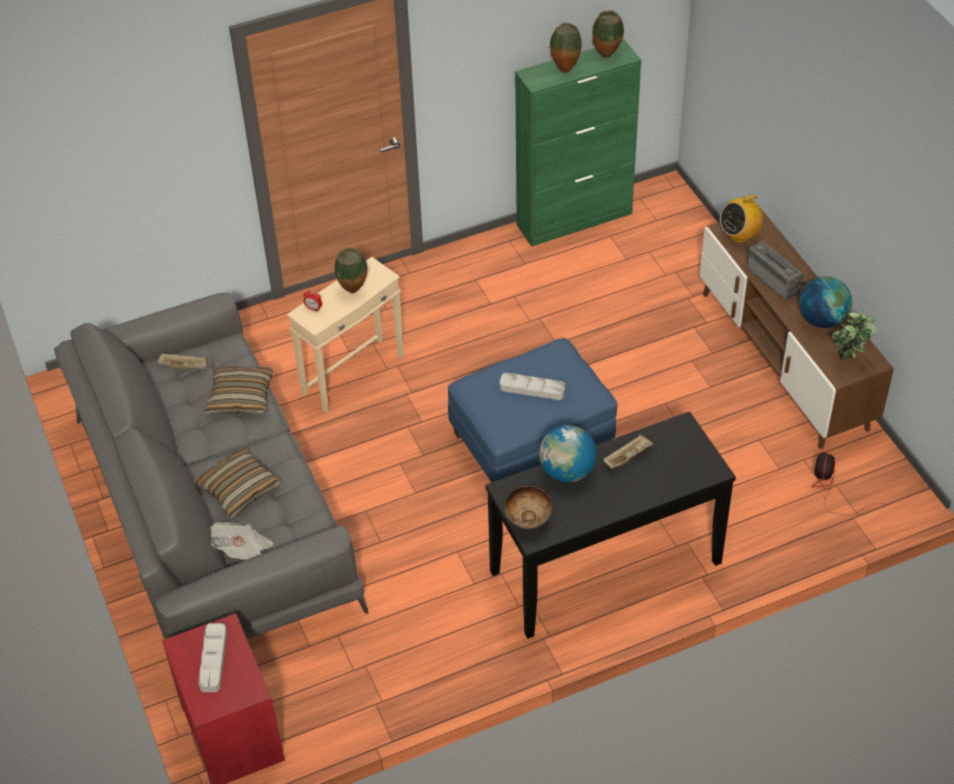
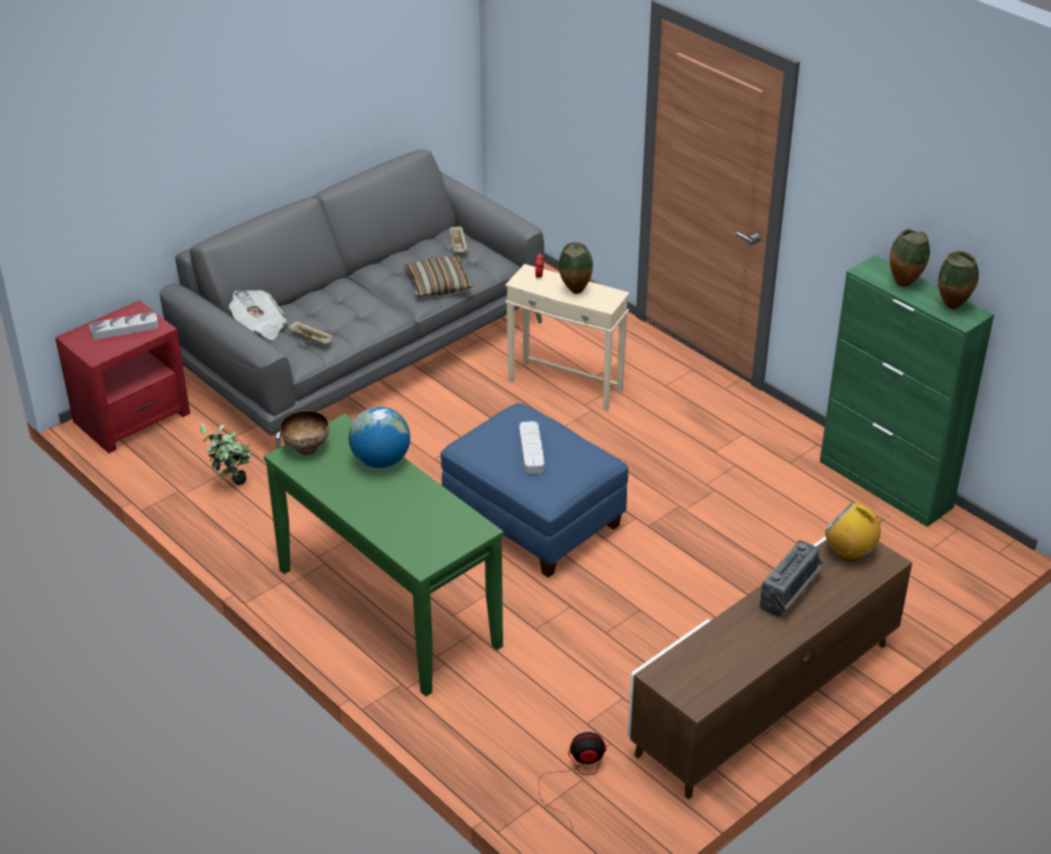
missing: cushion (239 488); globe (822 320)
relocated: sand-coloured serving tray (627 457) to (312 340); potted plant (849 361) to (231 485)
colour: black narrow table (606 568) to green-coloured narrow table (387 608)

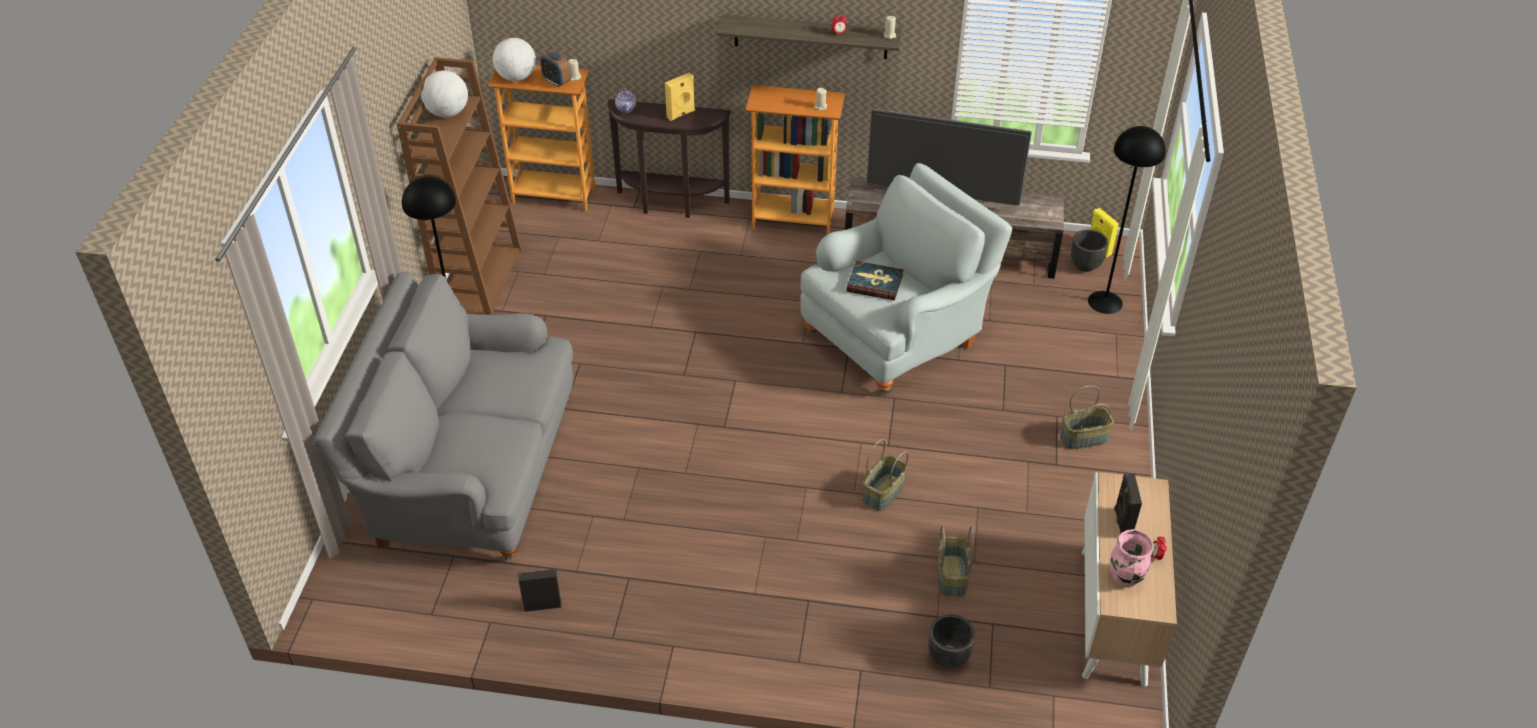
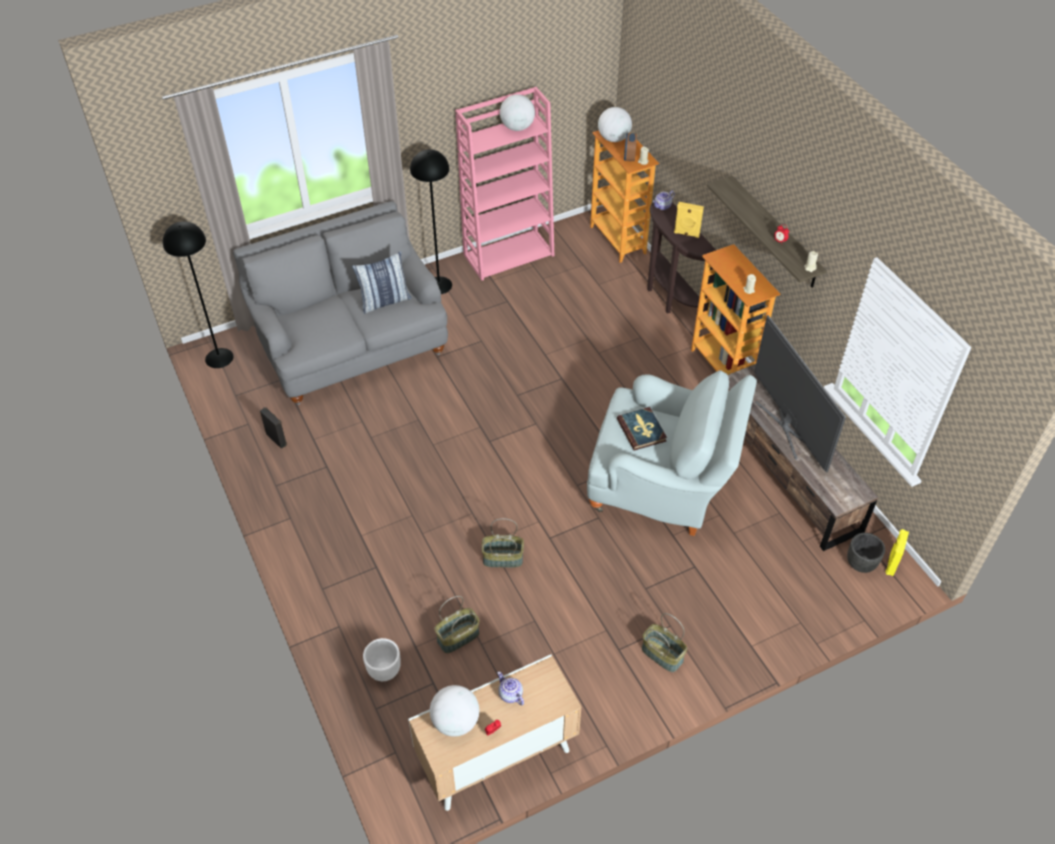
appeared: cushion (384 301)
relocated: black standing lamp (1105 302) to (219 358)
exchanged: pink decorative vase (1125 578) to globe (455 721); black speaker (1122 523) to teapot (510 694)
colour: brown bookshelf (479 279) to pink bookshelf (509 254); black planter (947 657) to white planter (384 670)

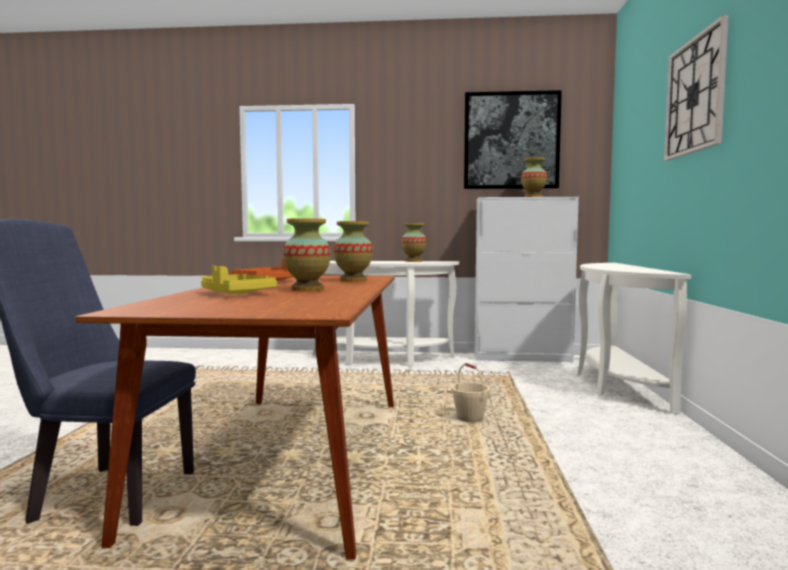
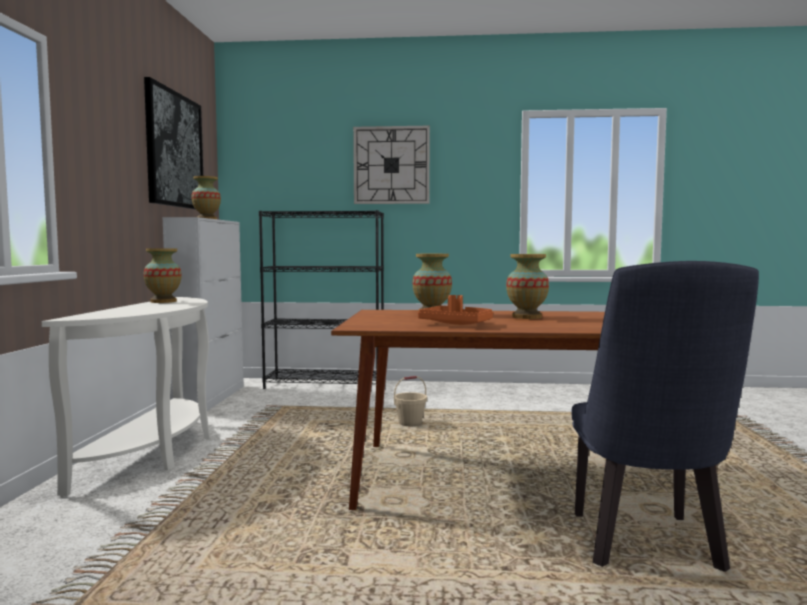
missing: yellow serving tray (234 294)
exchanged: white narrow table (615 385) to black bookshelf (326 384)

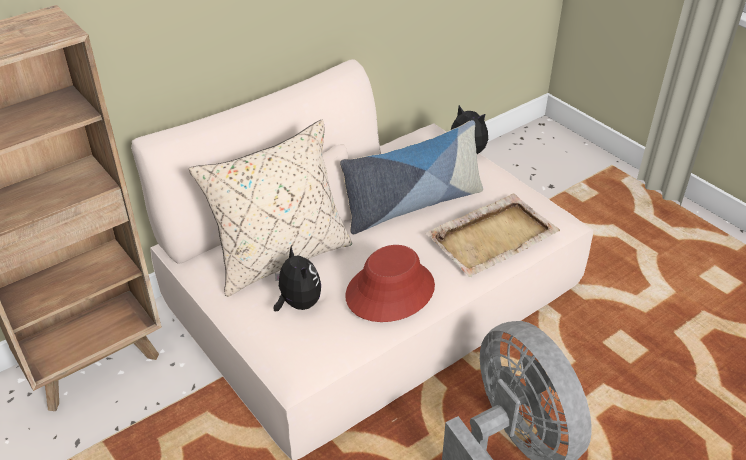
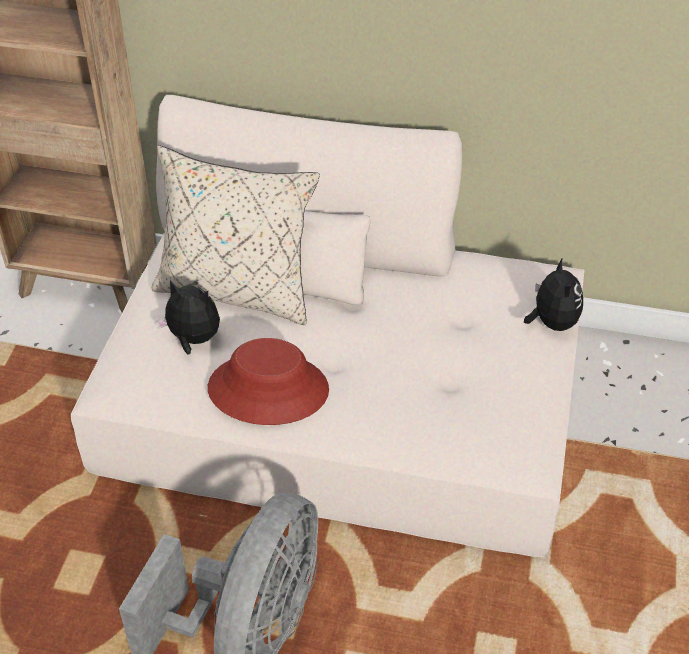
missing: cushion (412 205); sand-coloured serving tray (493 237)
spun: plush toy (298 303) = (193 340) 90 degrees counterclockwise

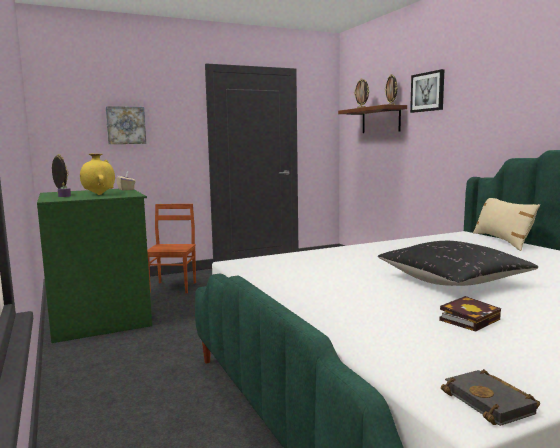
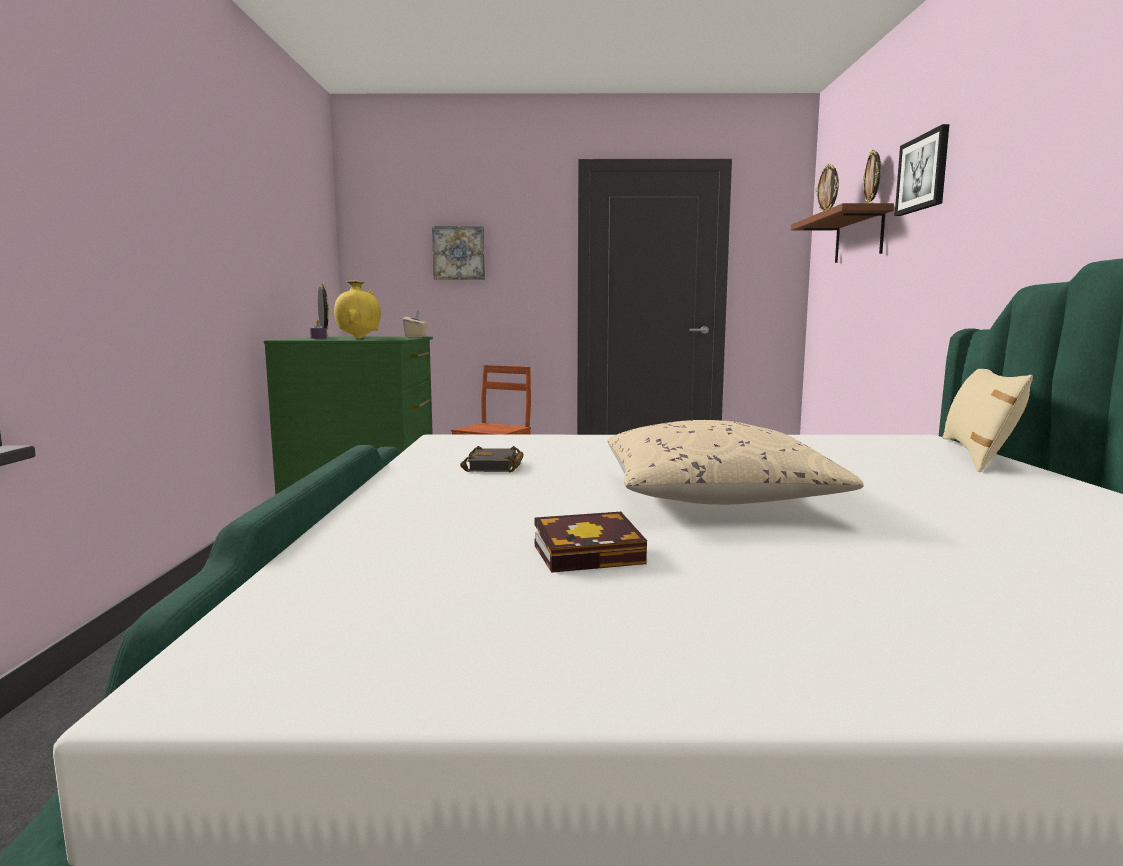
relocated: black bound book (492 403) to (495 466)
colour: black cushion (452 280) to sand-coloured cushion (713 497)

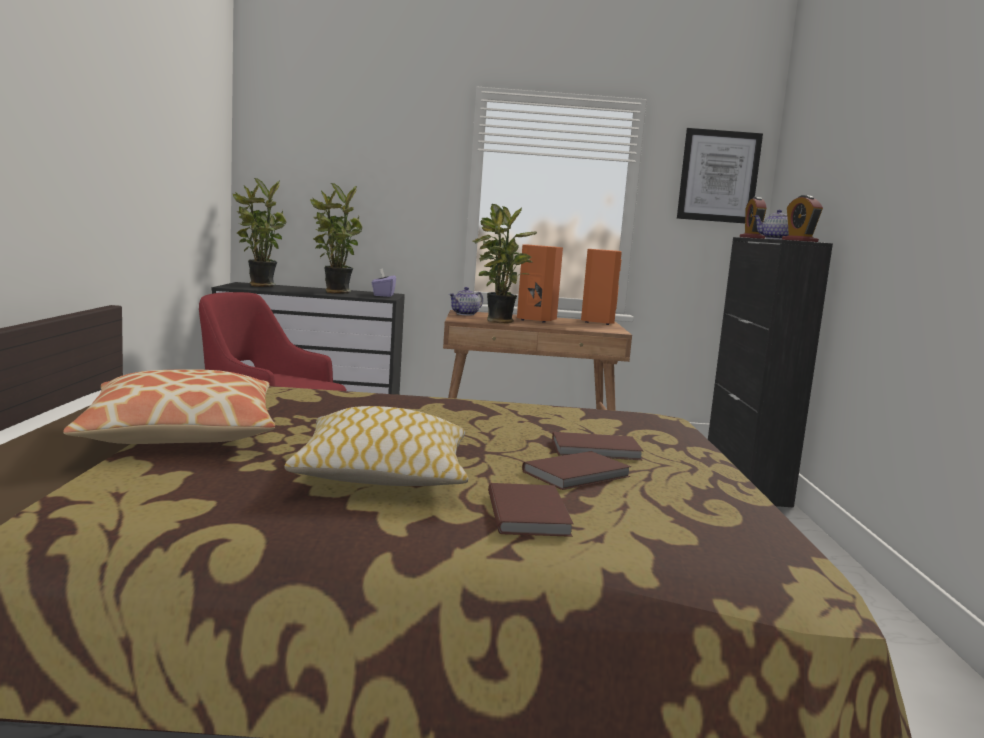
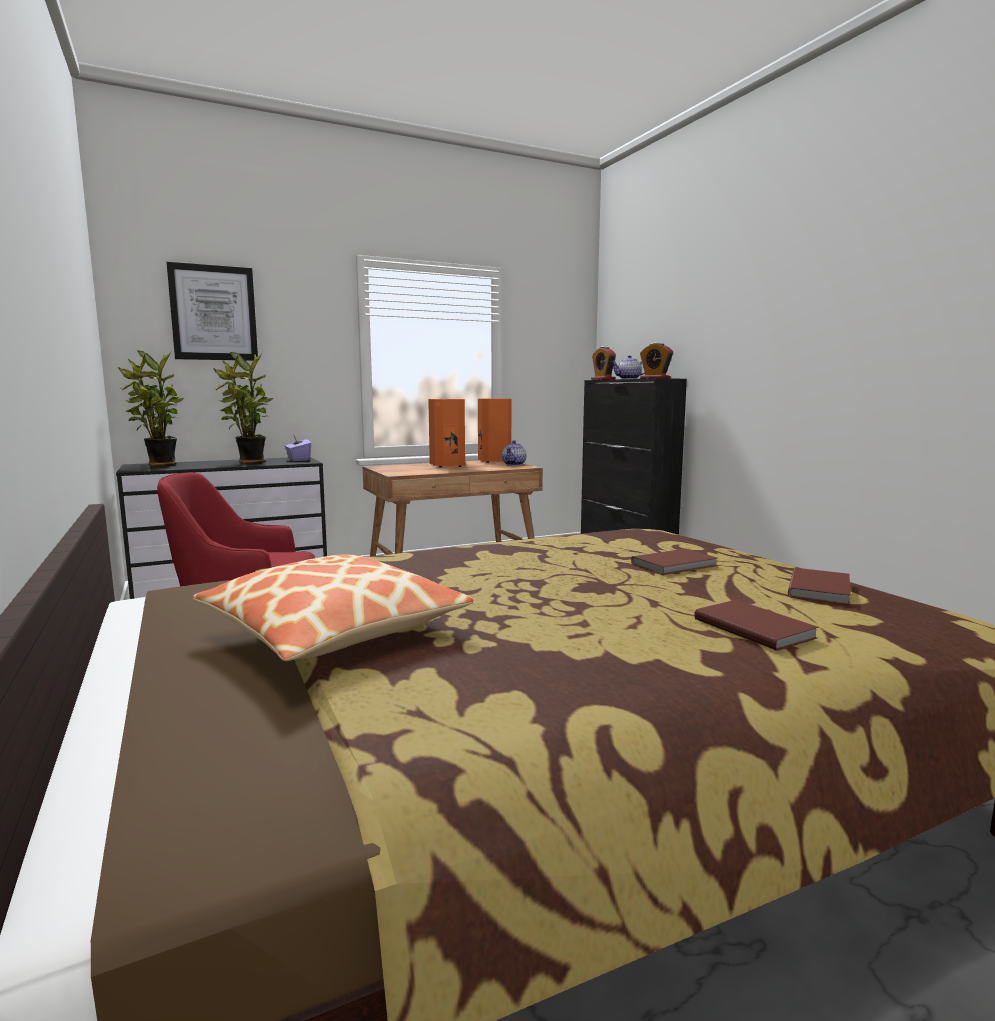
missing: cushion (383 474); potted plant (499 322)
relocated: teapot (465 314) to (514 464); brown bound book (579 474) to (821 589); wall art (718 176) to (213 313)

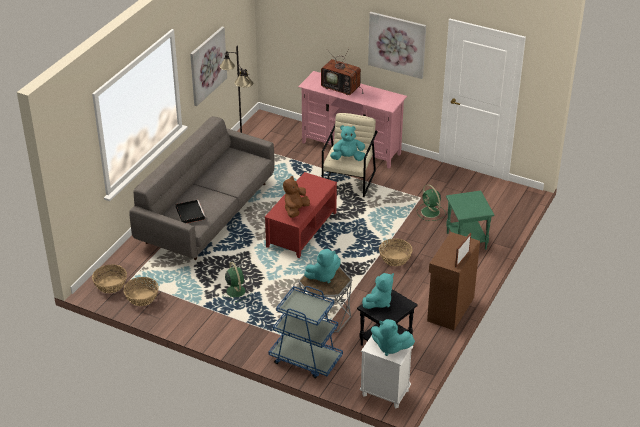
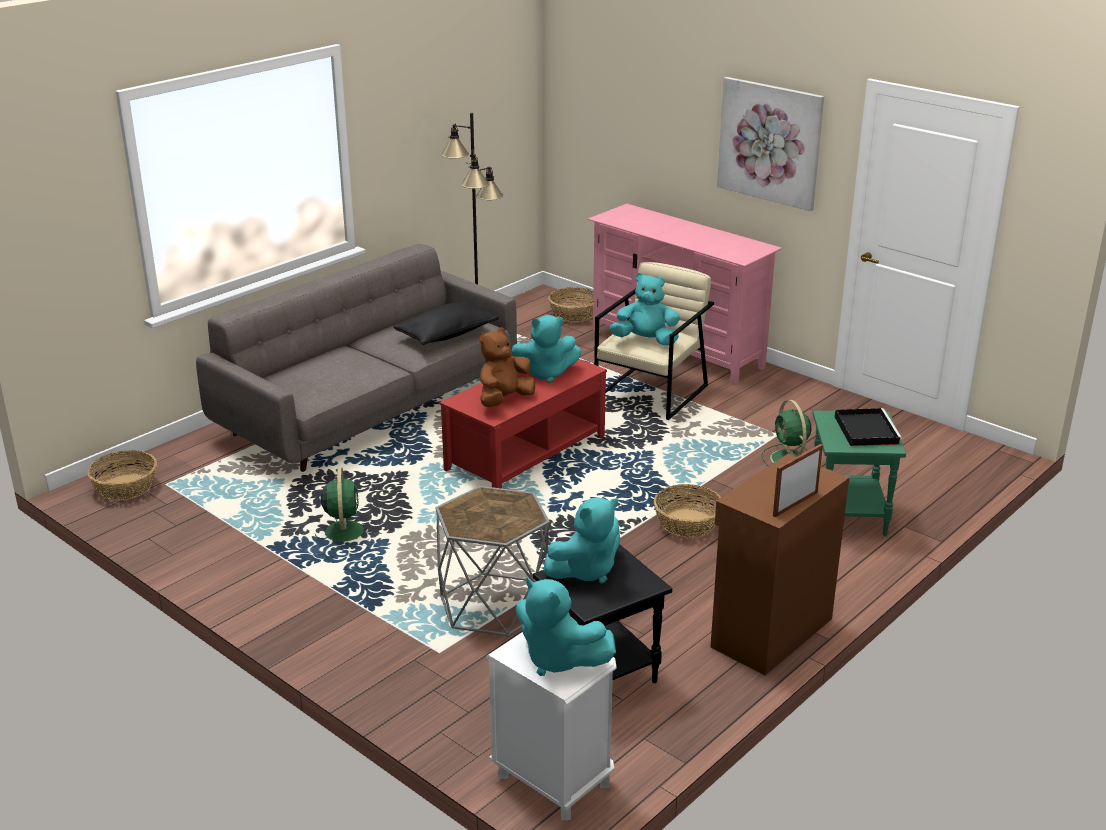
missing: wall art (207 65); blue-coloured trolley (305 359); TV set (342 88)
appeared: black cushion (446 335)
relocated: household basket (142 297) to (574 314); black serving tray (190 213) to (865 429); turquoise-coloured plush toy (323 276) to (545 374)

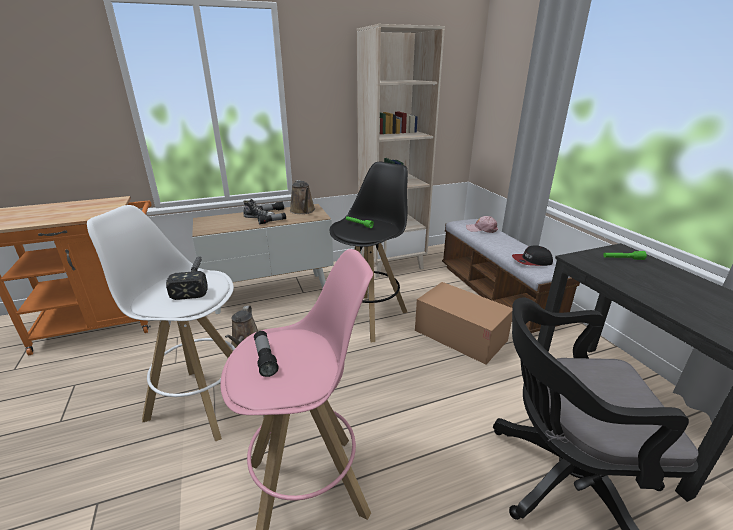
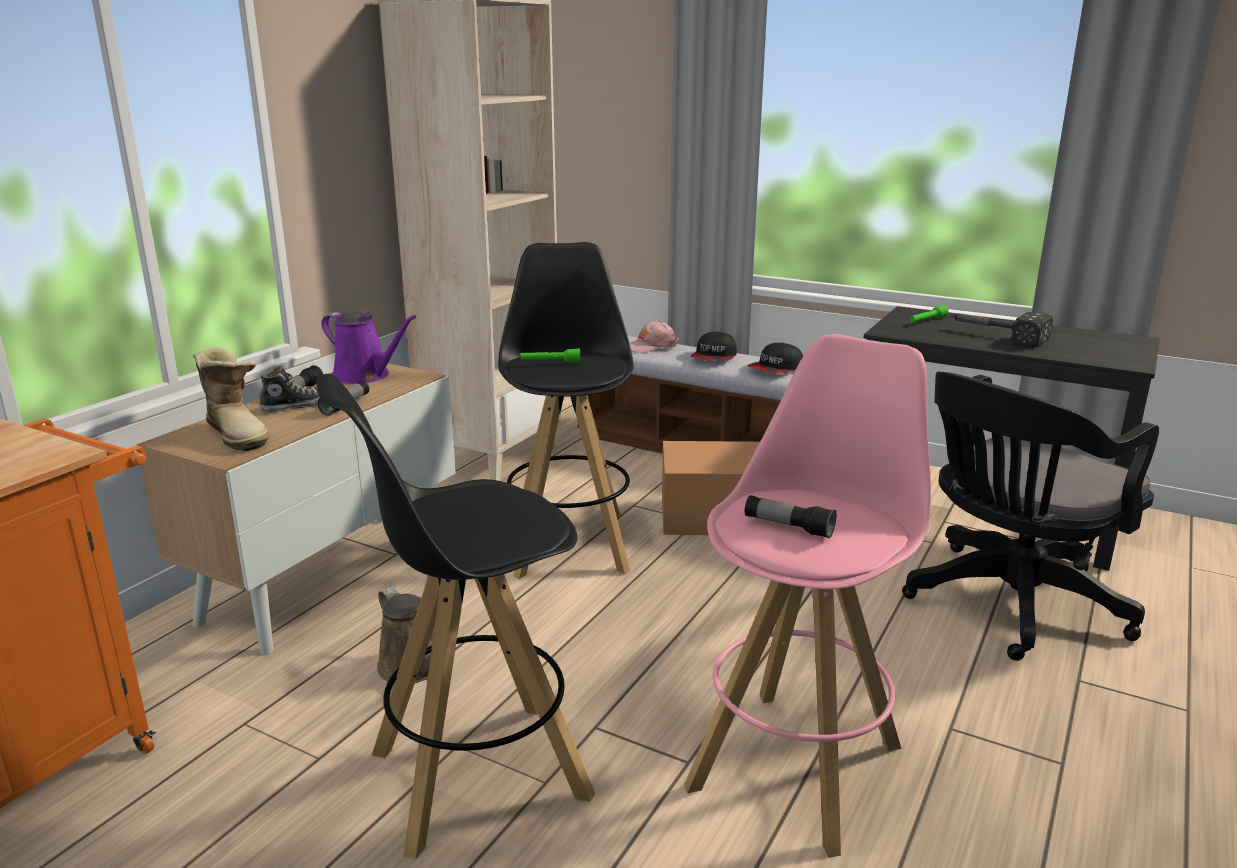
appeared: high-top boot (239 433); cap (714 357)
relocated: tool hammer (195 280) to (994 335)
colour: white stool (201 401) to black stool (476 775); brown watering pot (303 211) to purple-coloured watering pot (365 376)

